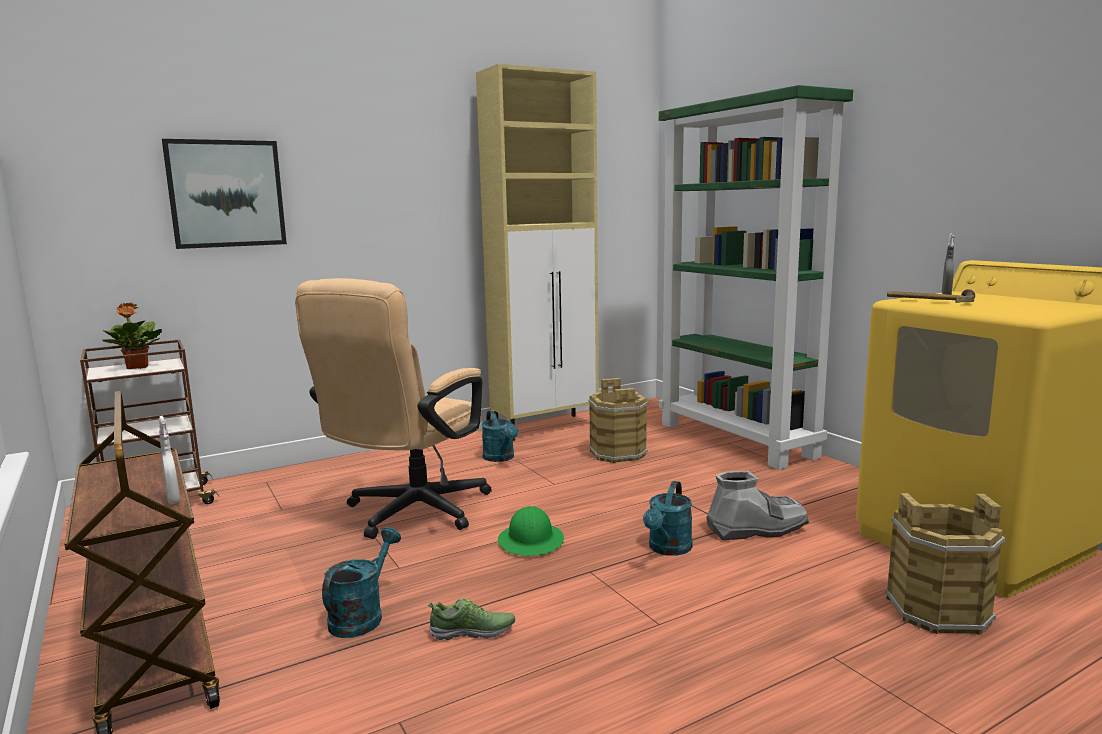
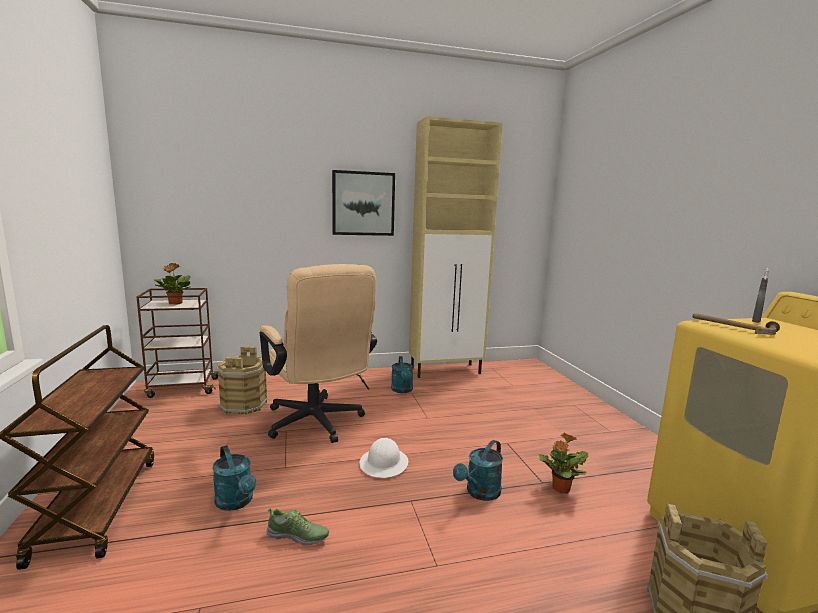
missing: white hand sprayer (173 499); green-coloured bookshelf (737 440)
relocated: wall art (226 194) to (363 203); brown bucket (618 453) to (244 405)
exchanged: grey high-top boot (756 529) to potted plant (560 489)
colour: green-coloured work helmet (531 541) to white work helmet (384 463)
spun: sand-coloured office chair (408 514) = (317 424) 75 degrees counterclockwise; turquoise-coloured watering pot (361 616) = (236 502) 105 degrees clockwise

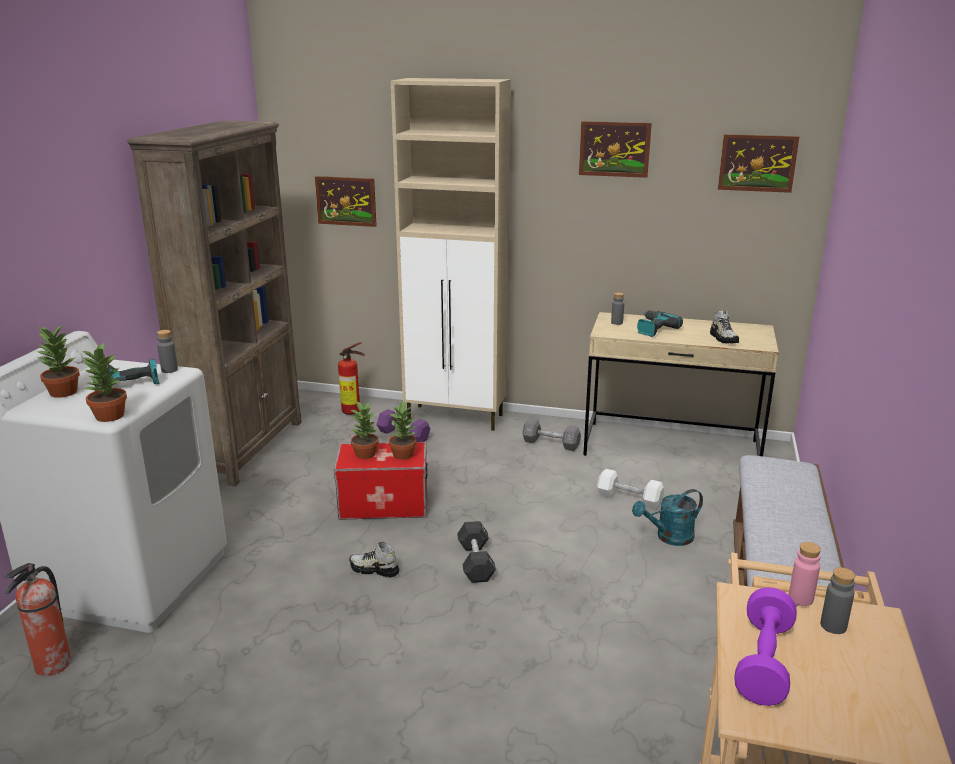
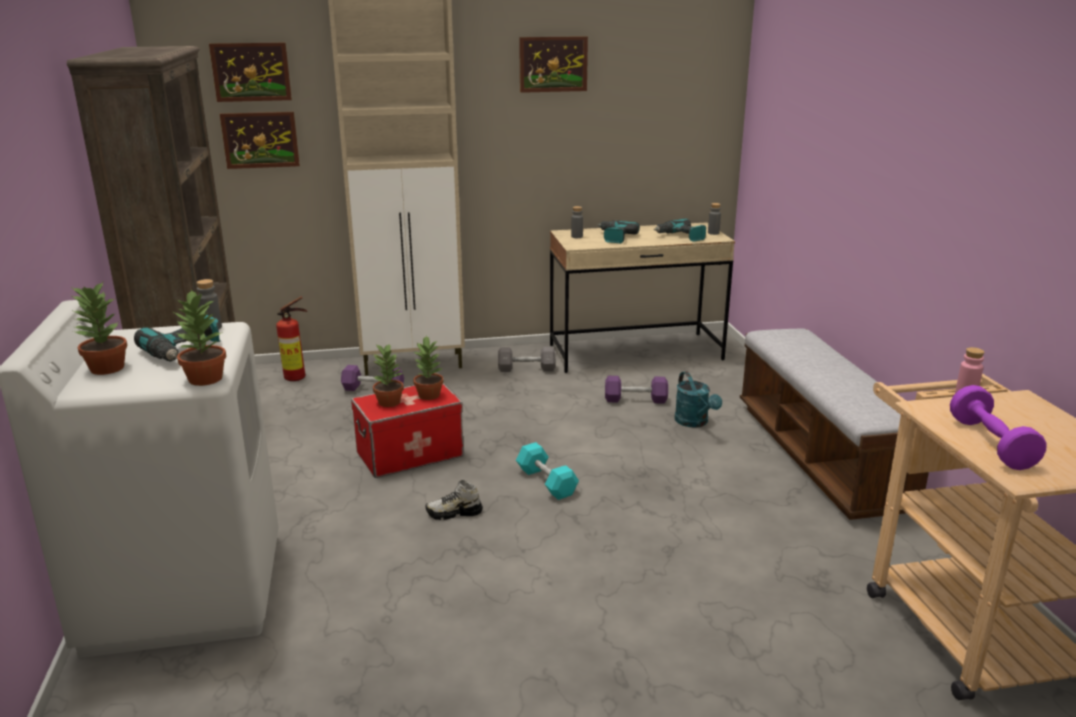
missing: fire-fighting cylinder (51 665)
relocated: wall art (757 163) to (251 72); grey beverage bottle (833 626) to (713 233)
exchanged: item of footwear (723 338) to drill (681 237)
colour: black hand weight (475 562) to turquoise-coloured hand weight (546 482); white hand weight (629 499) to purple-coloured hand weight (635 399)
spun: turquoise-coloured watering pot (669 537) = (694 422) 60 degrees counterclockwise

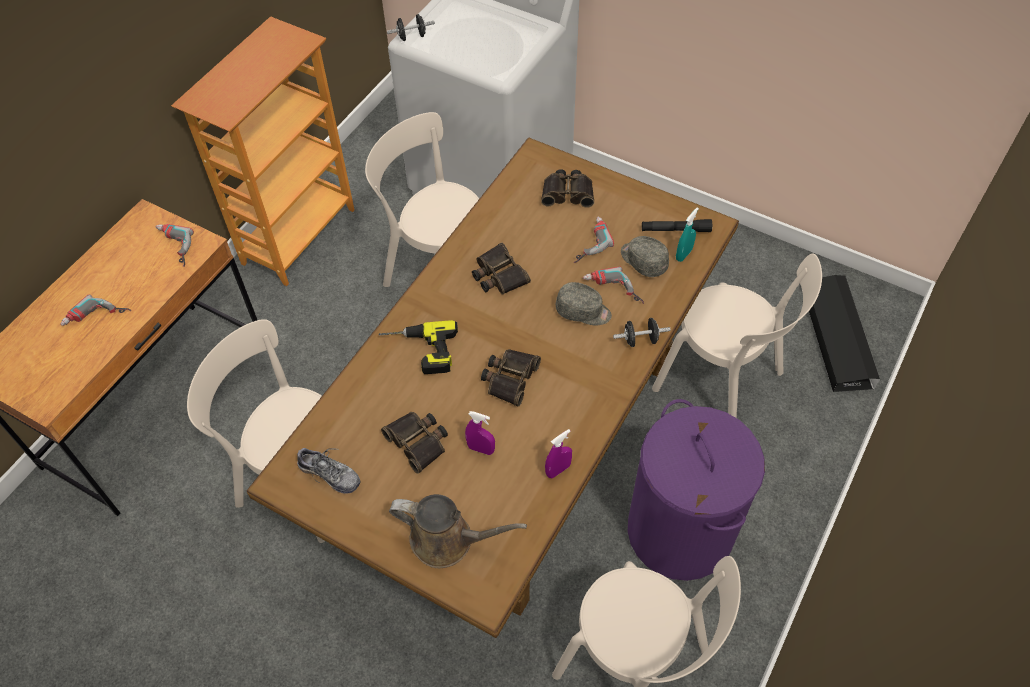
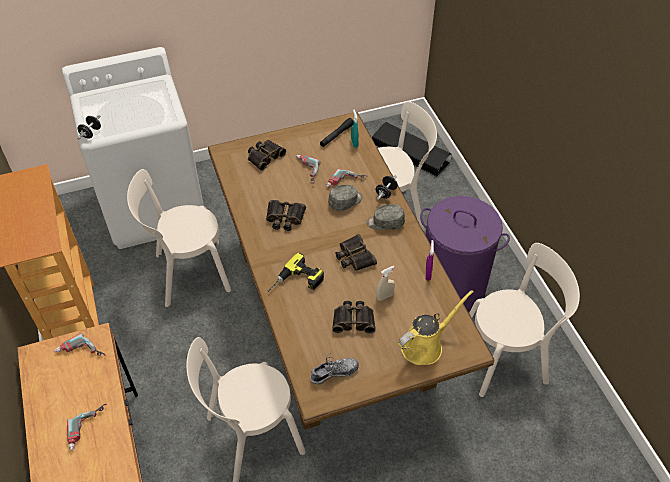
relocated: grey cap (643 261) to (385 223)
colour: brown watering pot (448 540) to yellow watering pot (425 345); purple-coloured hand sprayer (481 449) to sand-coloured hand sprayer (385 296)

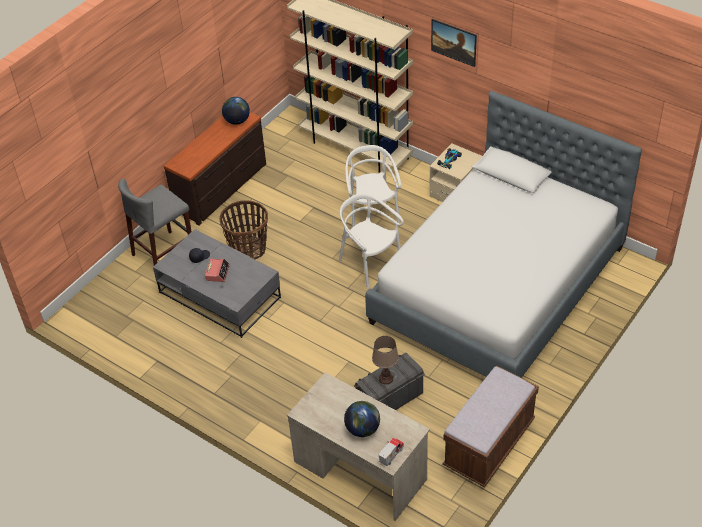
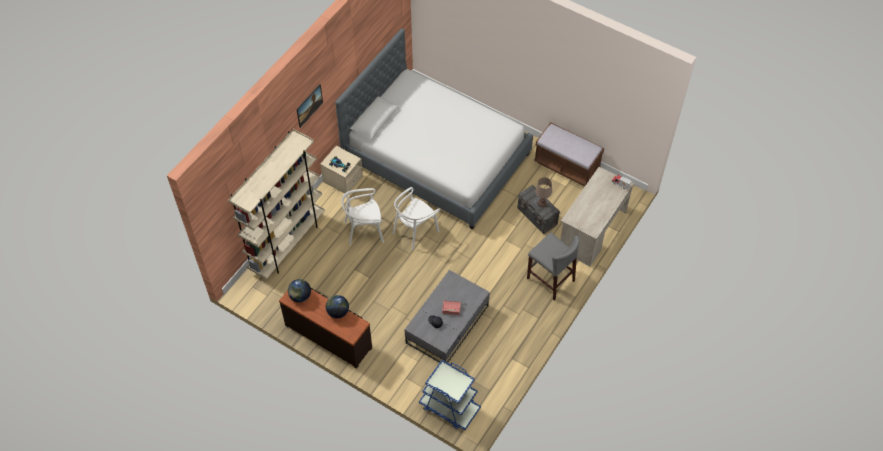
missing: household basket (248 249)
appeared: blue-coloured trolley (449 407)
relocated: grey stool (164 253) to (550 279); globe (362 429) to (338 312)

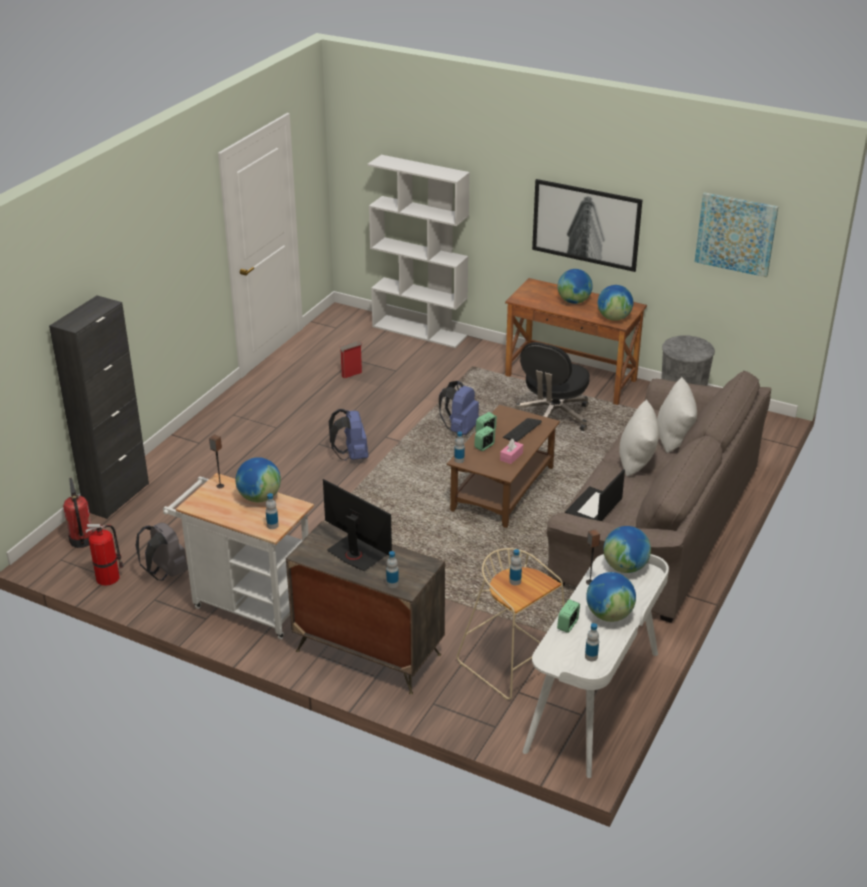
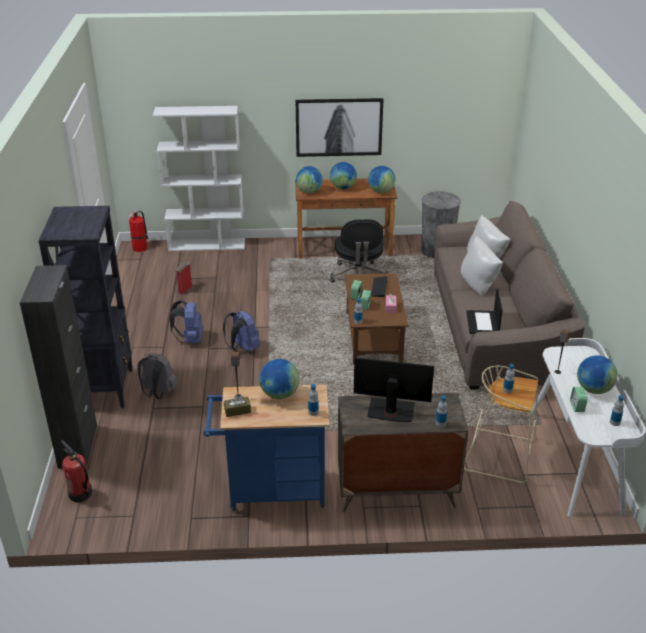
missing: wall art (736 234)
appeared: black bookshelf (105 388); brown tissue box (237 411)
relocated: fire-fighting cylinder (109 577) to (140 248); grey knapsack (165 573) to (158 393); blue-coloured knapsack (460 429) to (190 339); globe (625 567) to (309 192)
colour: white trolley (247 604) to blue-coloured trolley (270 491)

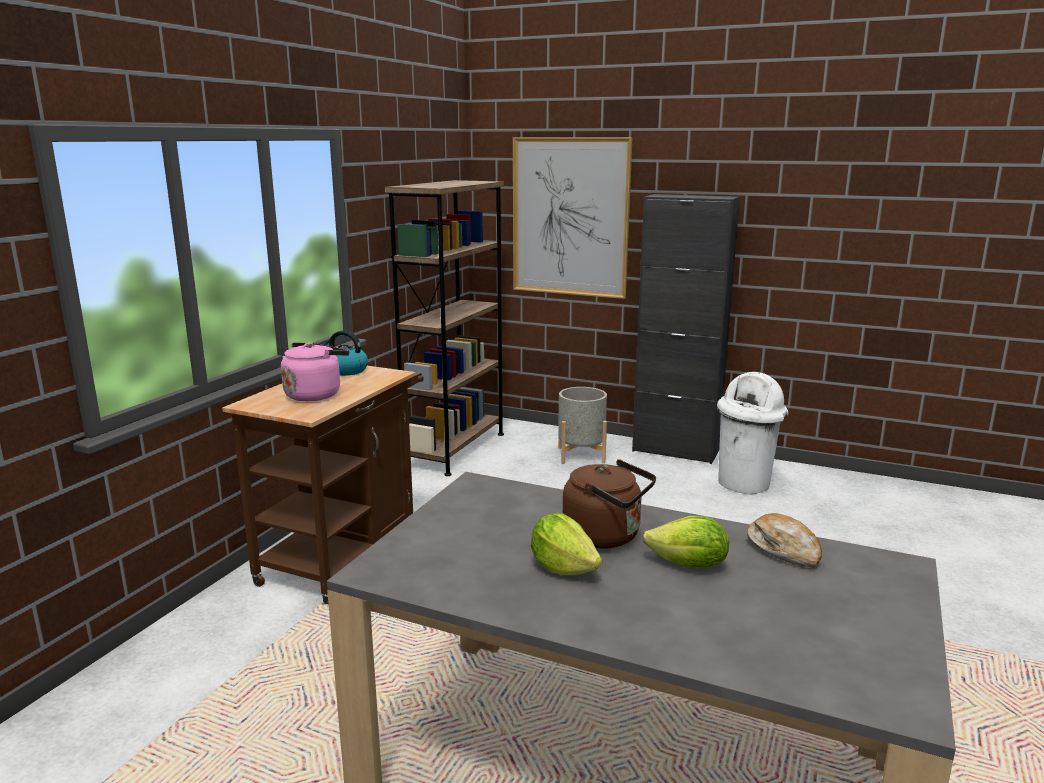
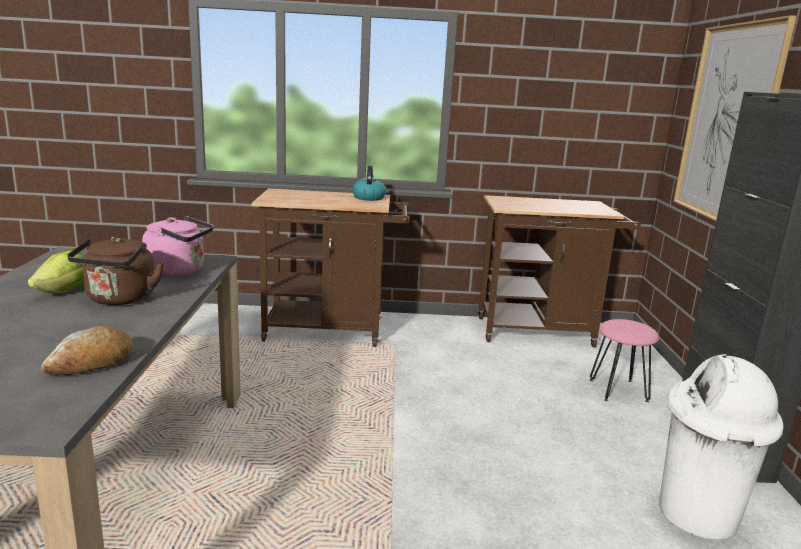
missing: lettuce head (689 565)
relocated: pink tea kettle (315 394) to (179 271)
exchanged: brown bookshelf (455 449) to brown trolley (542 332); grey planter (581 455) to pink stool (618 390)

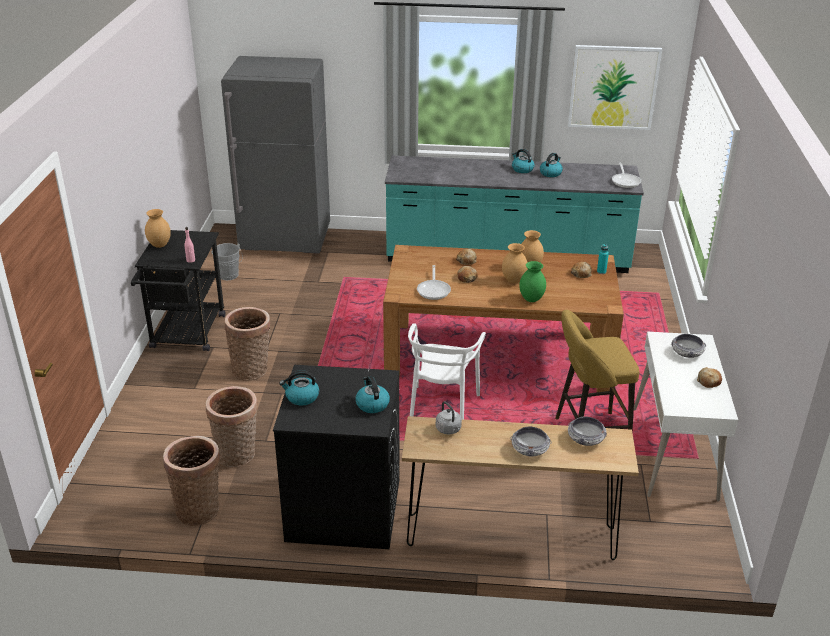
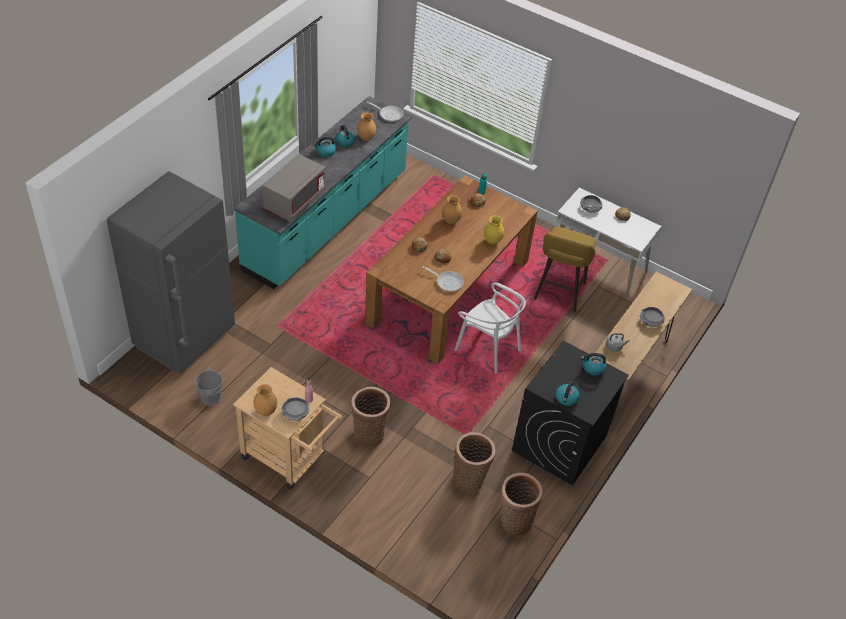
missing: wall art (613 87)
appeared: grey kitchen microwave (295 201)
relocated: brown decorative vase (514 280) to (366 138); serving bowl (586 438) to (295 413)
colour: black trolley (186 336) to sand-coloured trolley (289 459); green-coloured decorative vase (531 299) to yellow decorative vase (492 241)

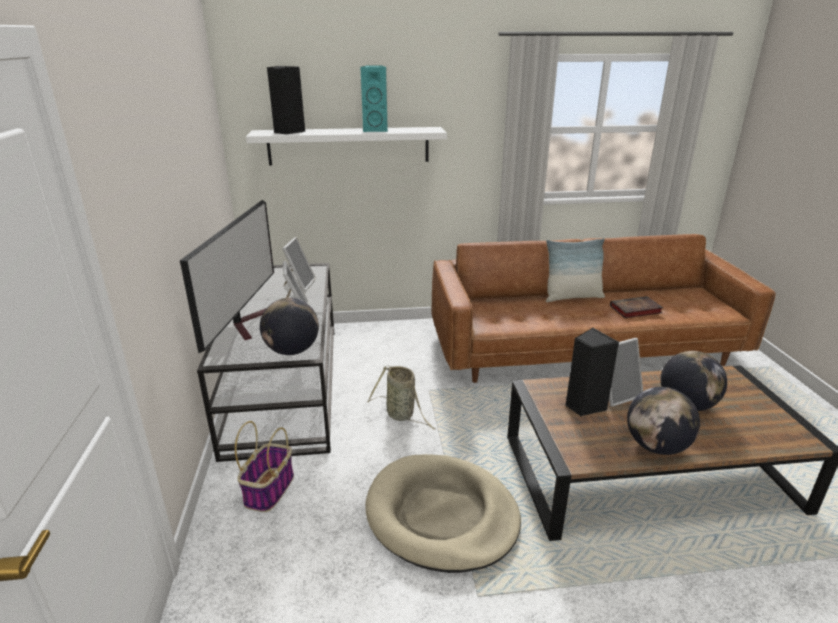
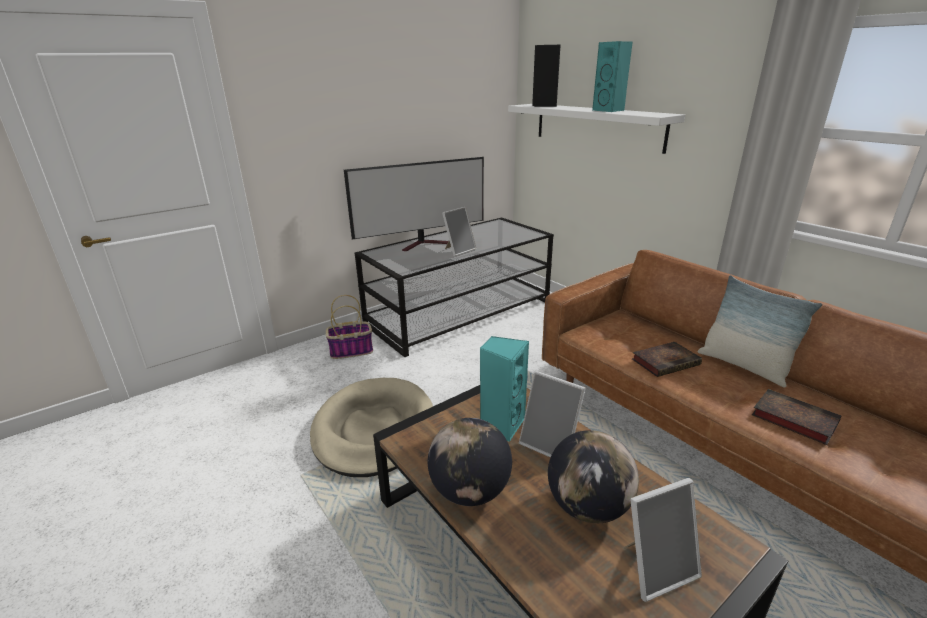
missing: globe (292 351); household basket (402 415)
appeared: bound book (666 362)
relocated: photo frame (299 284) to (656 568)
colour: black speaker (584 406) to turquoise-coloured speaker (501 424)

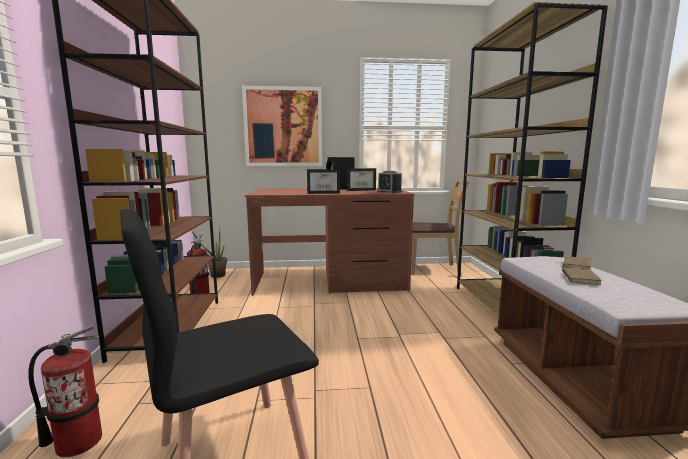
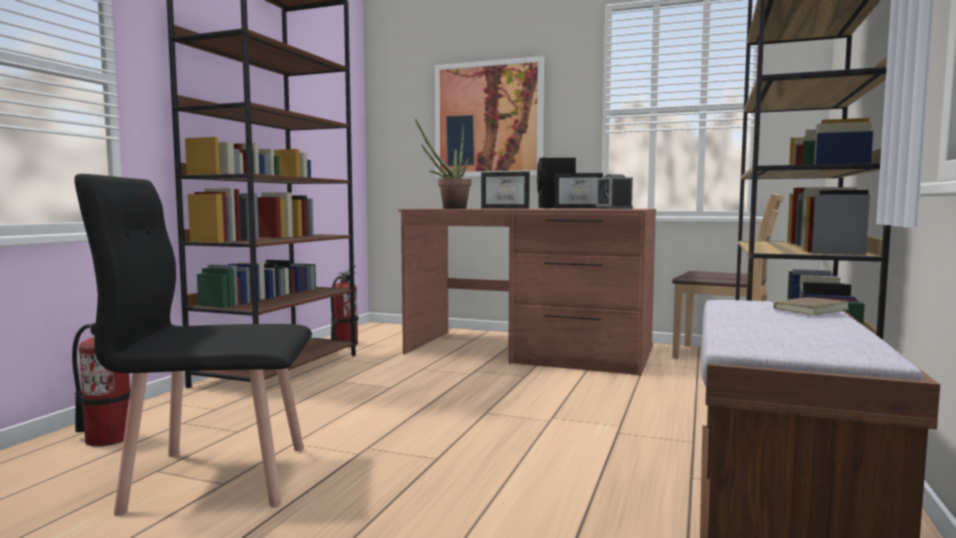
missing: brown bound book (578 278)
relocated: potted plant (215 276) to (449 208)

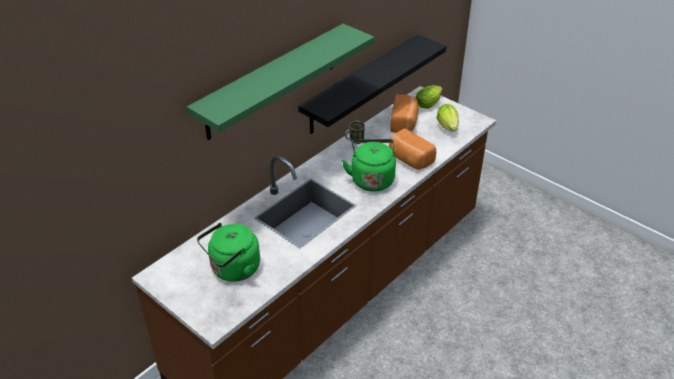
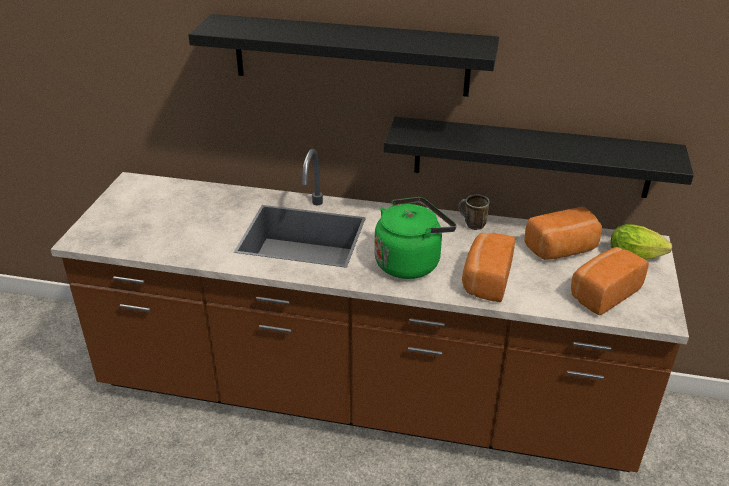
missing: green-coloured tea kettle (233 270)
exchanged: lettuce head (448 128) to bakery bread (602 293)
colour: green-coloured shelf (272 81) to black shelf (350 55)

